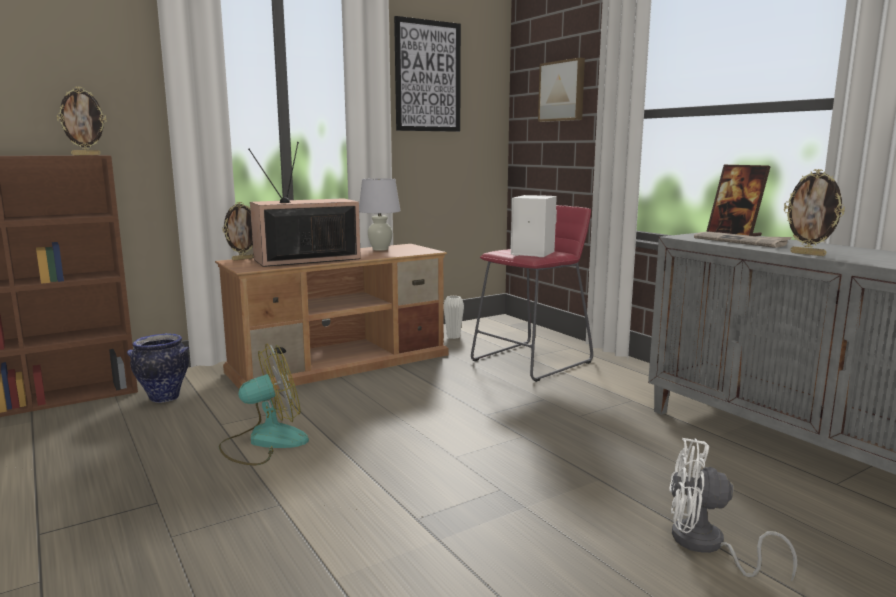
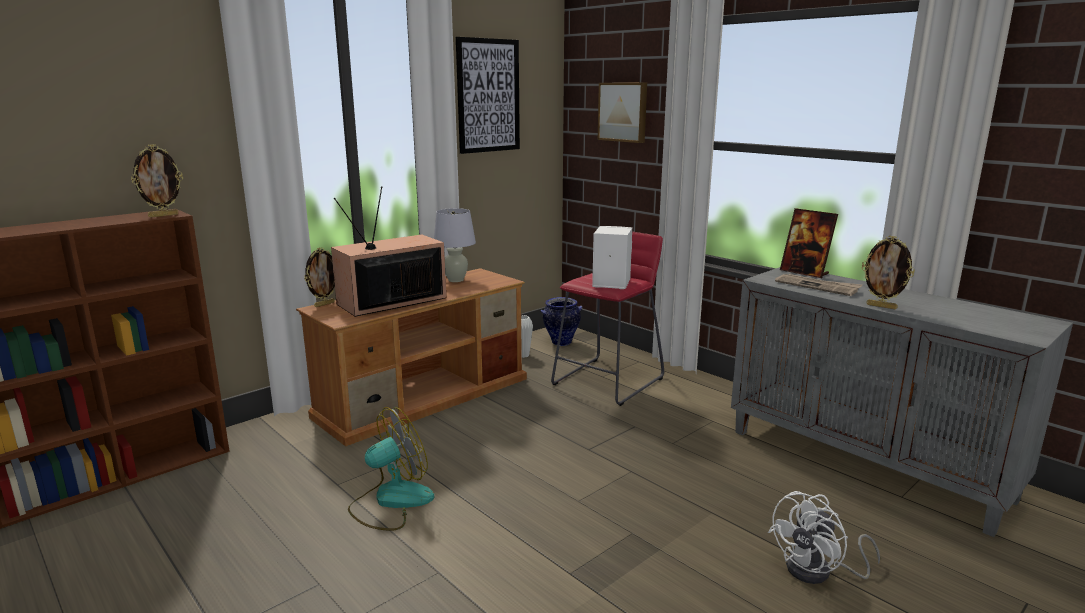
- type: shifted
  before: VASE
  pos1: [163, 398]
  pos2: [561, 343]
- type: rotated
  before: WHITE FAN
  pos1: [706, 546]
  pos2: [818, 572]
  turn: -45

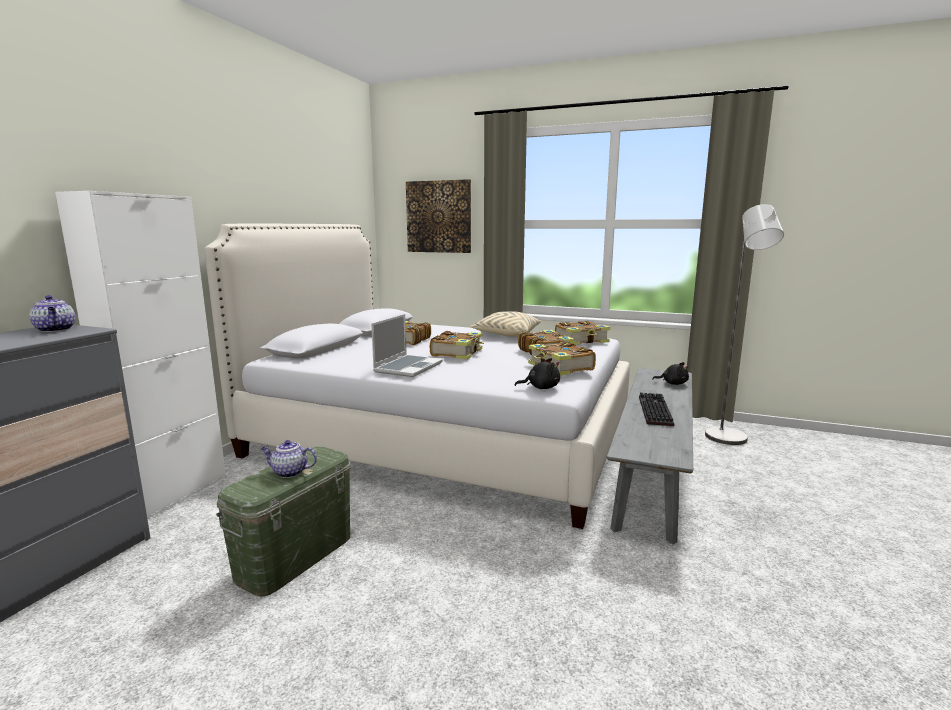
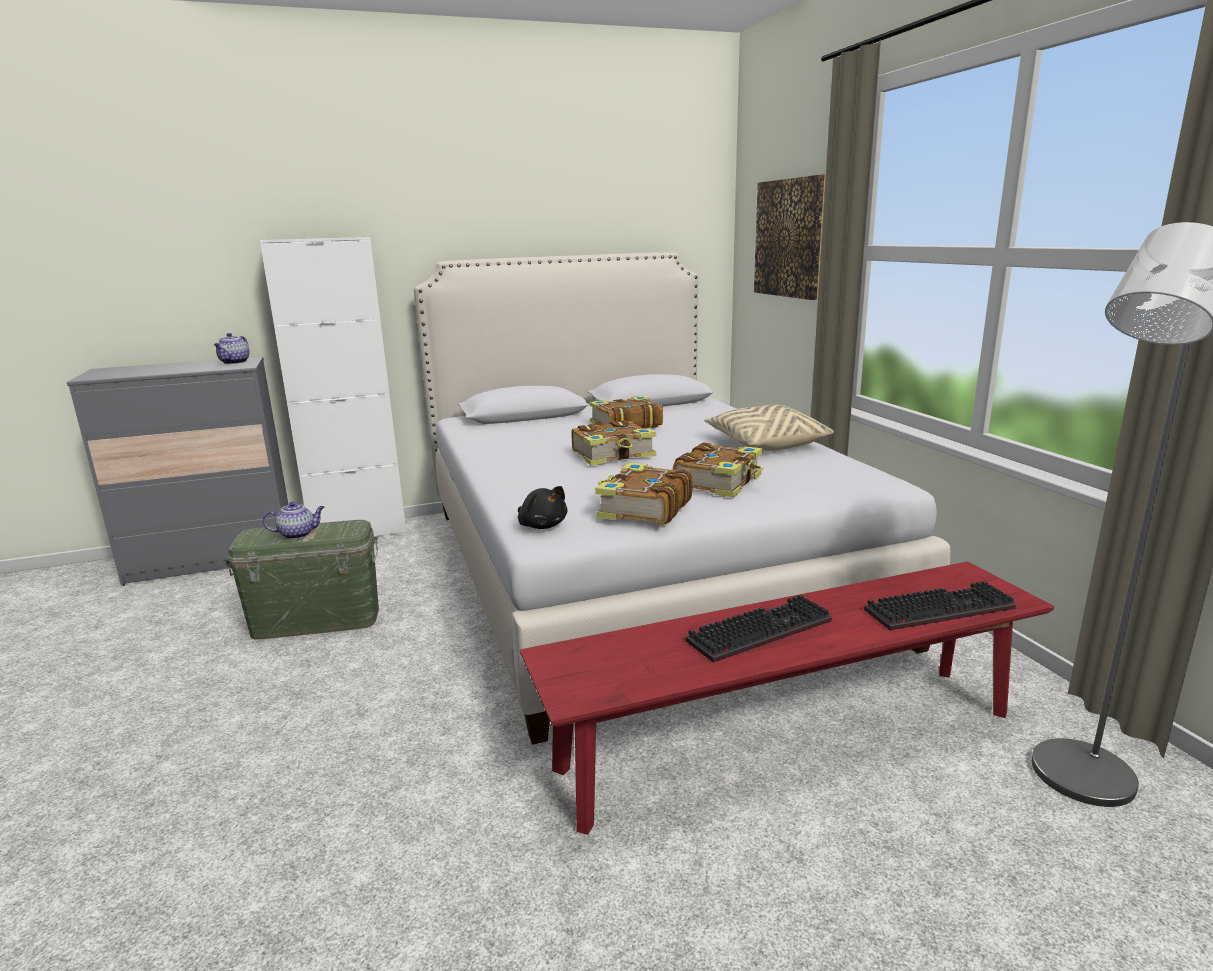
- type: gone
  before: LAPTOP
  pos1: [408, 367]
- type: gone
  before: BOOK
  pos1: [582, 341]
- type: swapped
  before: BLACK PLUSH TOY
  after: KEYBOARD
  pos1: [672, 383]
  pos2: [939, 608]
- type: repainted
  before: GREY BENCH
  after: RED BENCH
  pos1: [652, 470]
  pos2: [789, 740]
- type: rotated
  before: TEAPOT
  pos1: [289, 472]
  pos2: [298, 534]
  turn: 105

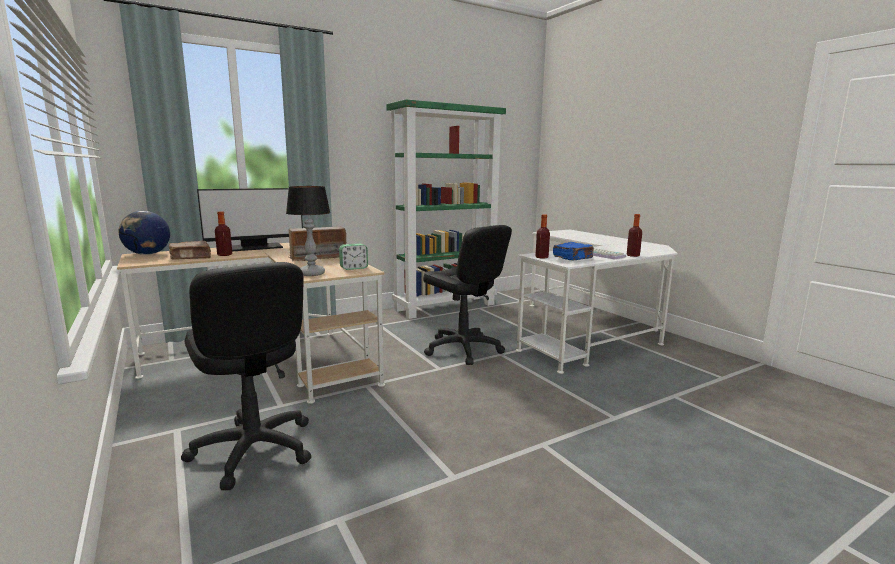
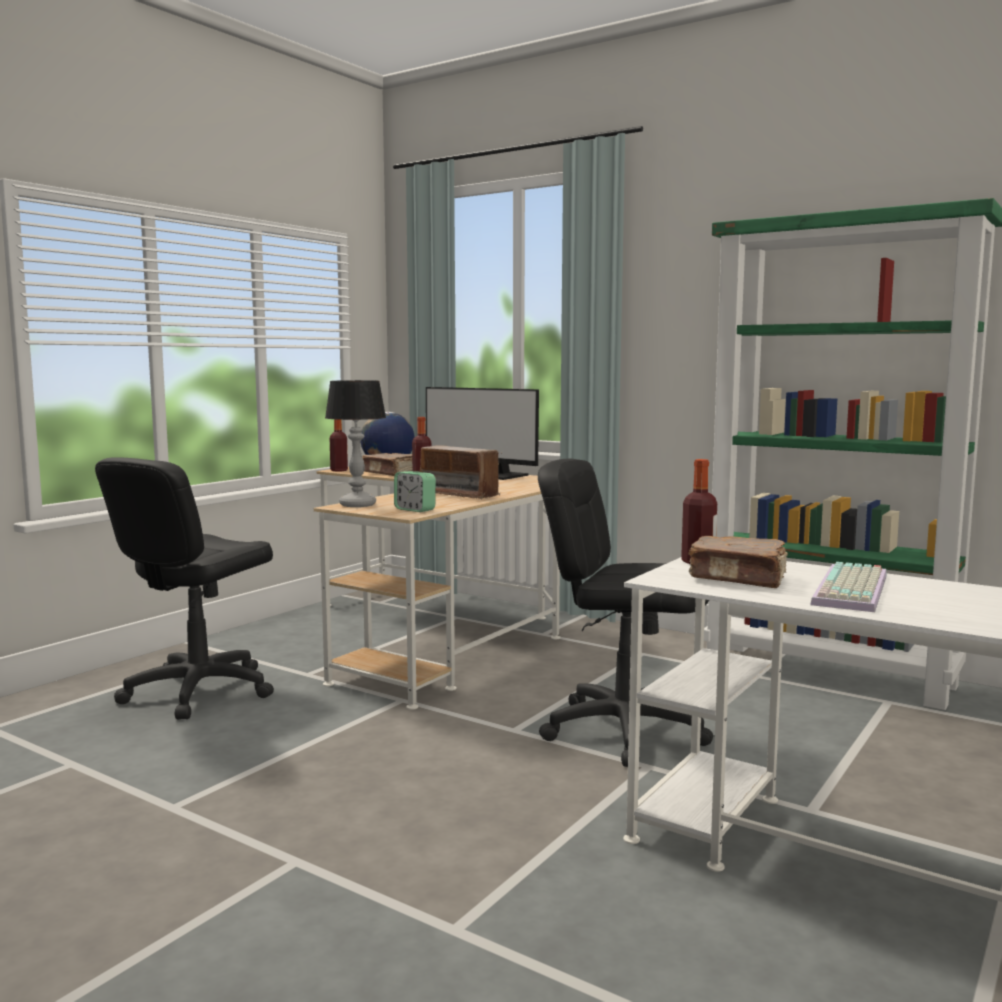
- type: shifted
  before: BOTTLE
  pos1: [633, 255]
  pos2: [339, 470]
- type: rotated
  before: BLACK OFFICE CHAIR
  pos1: [463, 349]
  pos2: [624, 731]
  turn: 90
- type: repainted
  before: BLUE BOOK
  after: BROWN BOOK
  pos1: [573, 258]
  pos2: [738, 579]

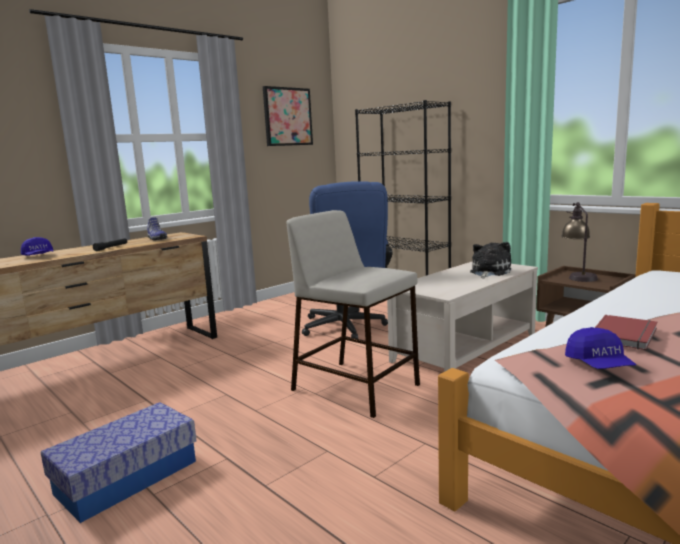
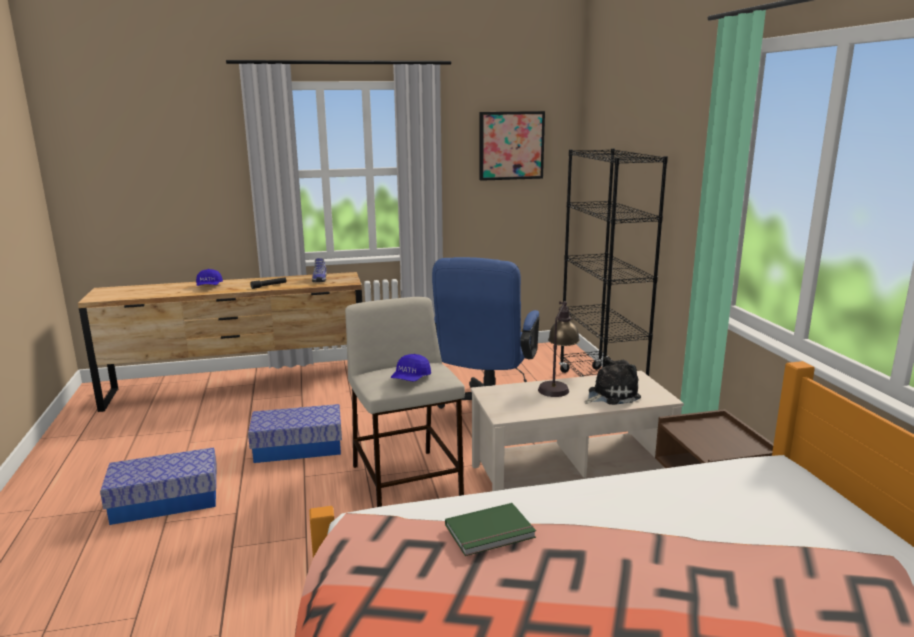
- type: shifted
  before: TABLE LAMP
  pos1: [578, 276]
  pos2: [557, 386]
- type: repainted
  before: RED BOOK
  after: GREEN BOOK
  pos1: [626, 335]
  pos2: [491, 533]
- type: shifted
  before: BLUE CAP
  pos1: [599, 365]
  pos2: [410, 379]
- type: new
  after: STORAGE BOX
  pos2: [298, 447]

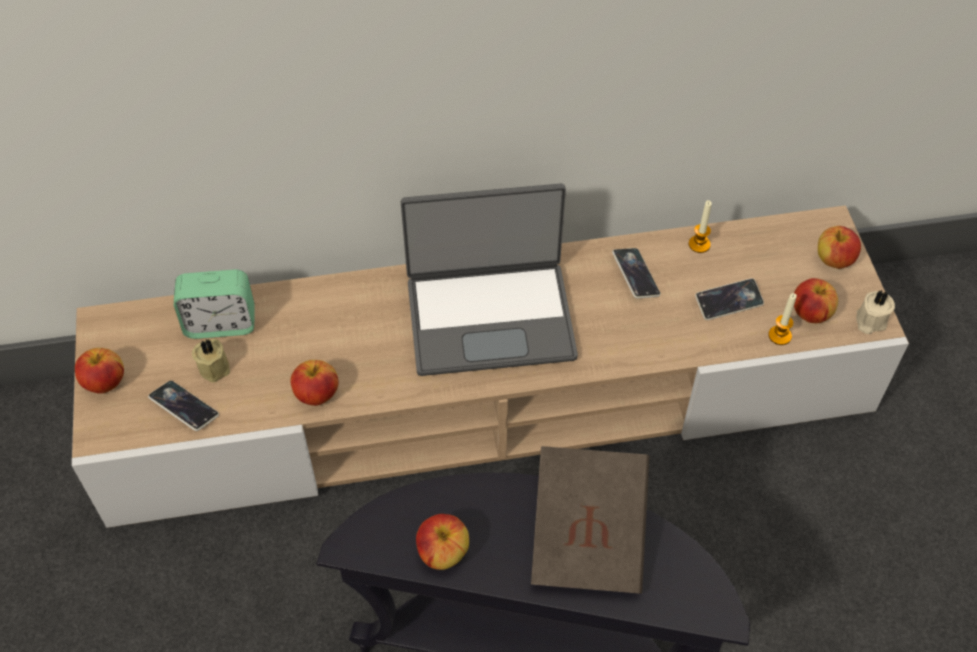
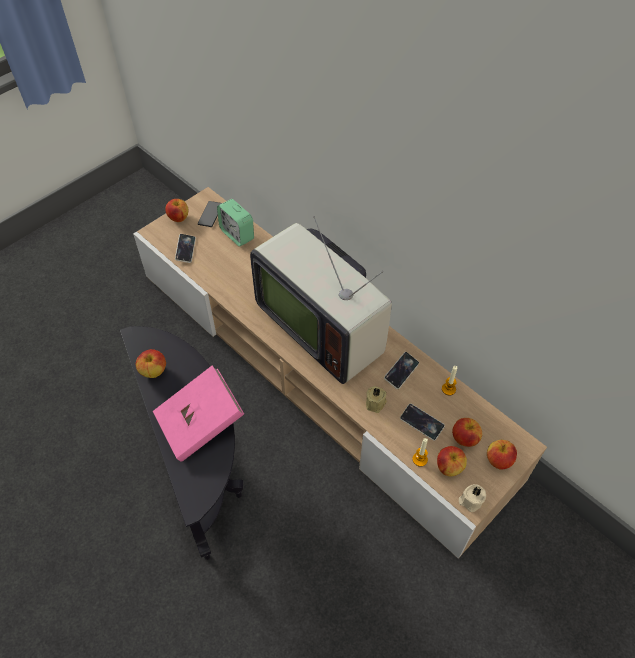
- type: swapped
  before: LAPTOP
  after: TELEVISION
  pos1: [490, 317]
  pos2: [322, 326]
- type: shifted
  before: BEIGE CANDLE
  pos1: [215, 366]
  pos2: [376, 403]
- type: shifted
  before: APPLE
  pos1: [317, 394]
  pos2: [464, 438]
- type: repainted
  before: BROWN BOOK
  after: PINK BOOK
  pos1: [588, 536]
  pos2: [201, 423]
- type: new
  after: PHONE
  pos2: [210, 214]

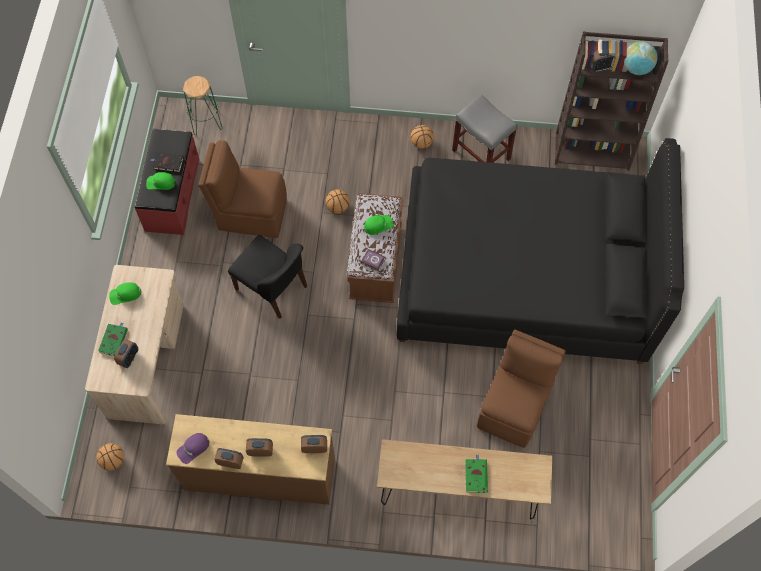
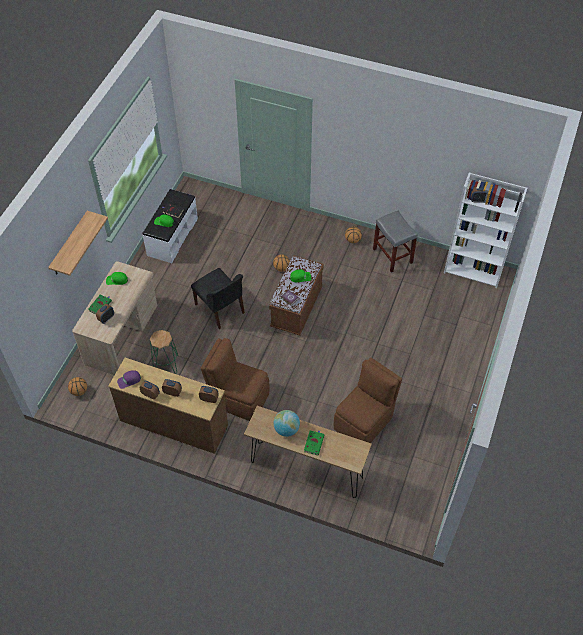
- type: repainted
  before: BROWN BOOKCASE
  after: WHITE BOOKCASE
  pos1: [593, 150]
  pos2: [474, 269]
- type: shifted
  before: GLOBE
  pos1: [636, 68]
  pos2: [286, 429]
- type: shifted
  before: GREEN STOOL
  pos1: [205, 121]
  pos2: [166, 365]
- type: repainted
  before: RED BENCH
  after: WHITE BENCH
  pos1: [171, 194]
  pos2: [172, 237]
- type: gone
  before: BLACK BED
  pos1: [523, 275]
- type: shifted
  before: BROWN CHAIR
  pos1: [250, 213]
  pos2: [238, 398]
- type: new
  after: SHELF
  pos2: [70, 244]

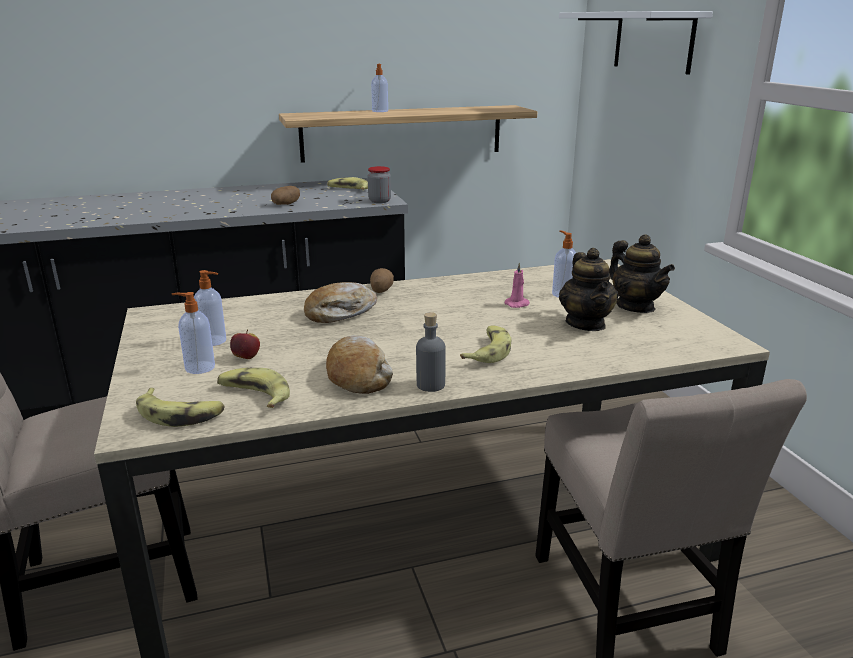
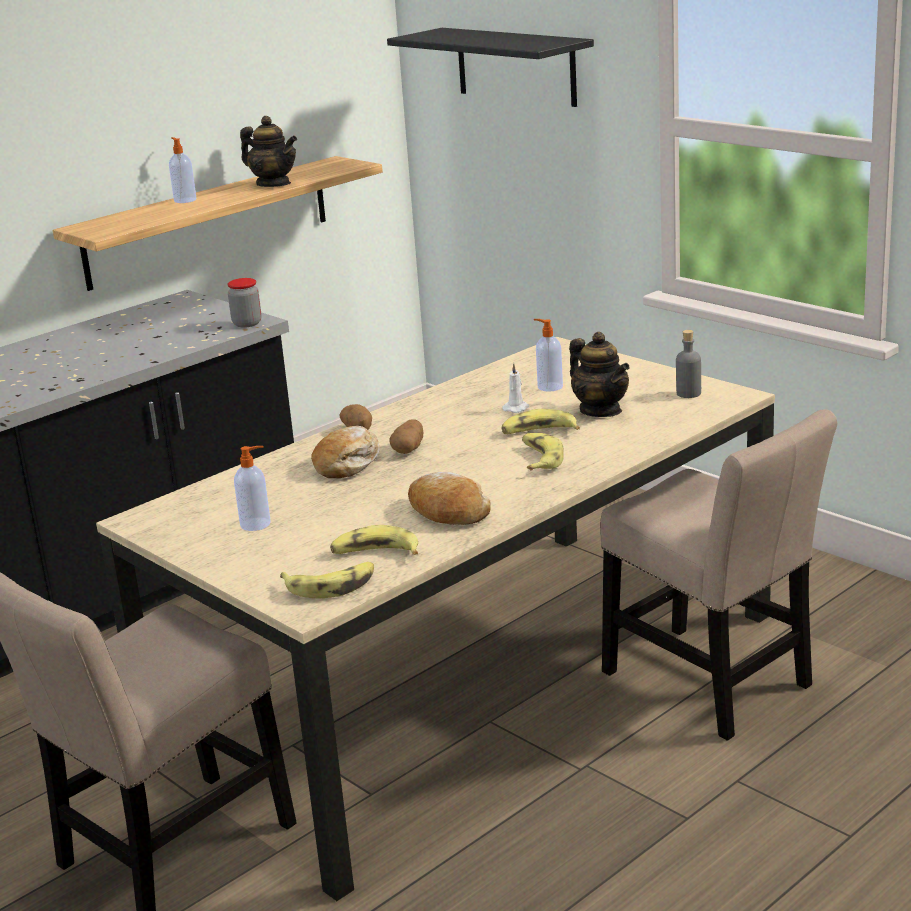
- type: repainted
  before: WHITE SHELF
  after: BLACK SHELF
  pos1: [653, 41]
  pos2: [516, 66]
- type: shifted
  before: BANANA
  pos1: [348, 190]
  pos2: [539, 432]
- type: shifted
  before: POTATO
  pos1: [286, 204]
  pos2: [409, 449]
- type: shifted
  before: TEAPOT
  pos1: [635, 307]
  pos2: [273, 184]
- type: repainted
  before: PINK CANDLE
  after: WHITE CANDLE
  pos1: [518, 304]
  pos2: [517, 408]
- type: gone
  before: SOAP DISPENSER
  pos1: [198, 367]
- type: shifted
  before: GREY BOTTLE
  pos1: [430, 385]
  pos2: [688, 393]
- type: gone
  before: APPLE
  pos1: [246, 357]

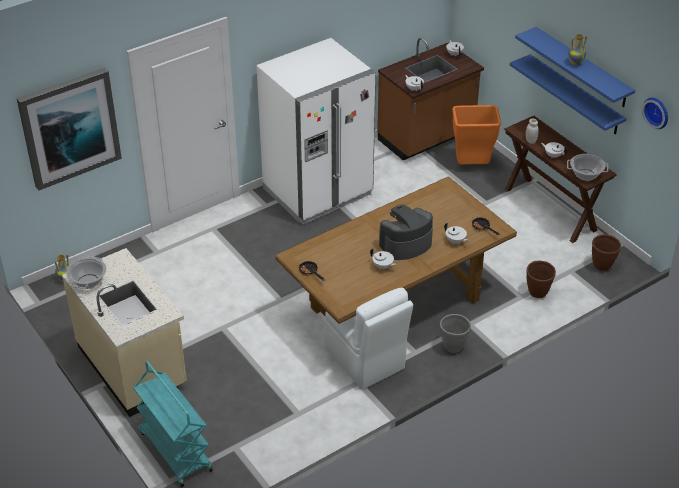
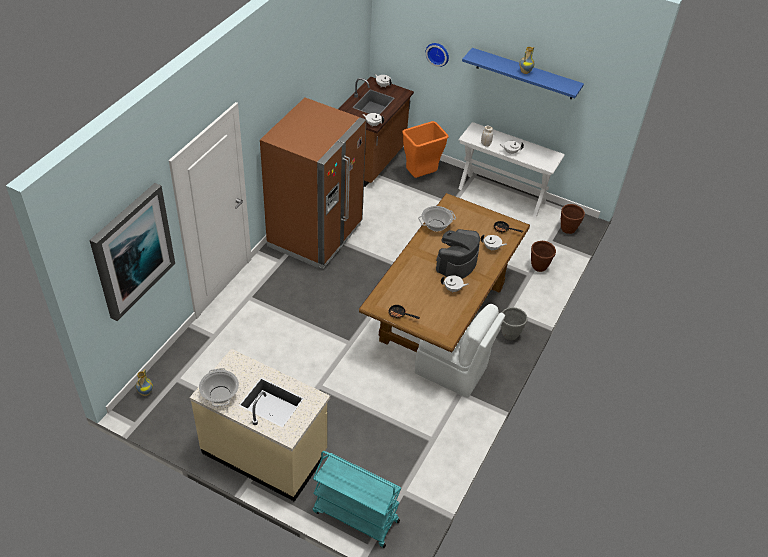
- type: repainted
  before: WHITE FRIDGE
  after: BROWN FRIDGE
  pos1: [318, 192]
  pos2: [315, 235]
- type: gone
  before: BLUE SHELF
  pos1: [575, 95]
- type: shifted
  before: WALL CLOCK
  pos1: [657, 112]
  pos2: [438, 53]
- type: repainted
  before: BROWN CONSOLE TABLE
  after: WHITE CONSOLE TABLE
  pos1: [550, 209]
  pos2: [502, 195]
- type: shifted
  before: COOKING POT
  pos1: [586, 175]
  pos2: [436, 225]

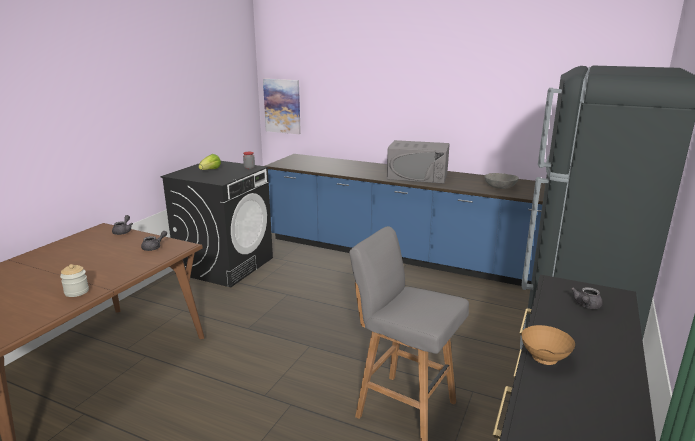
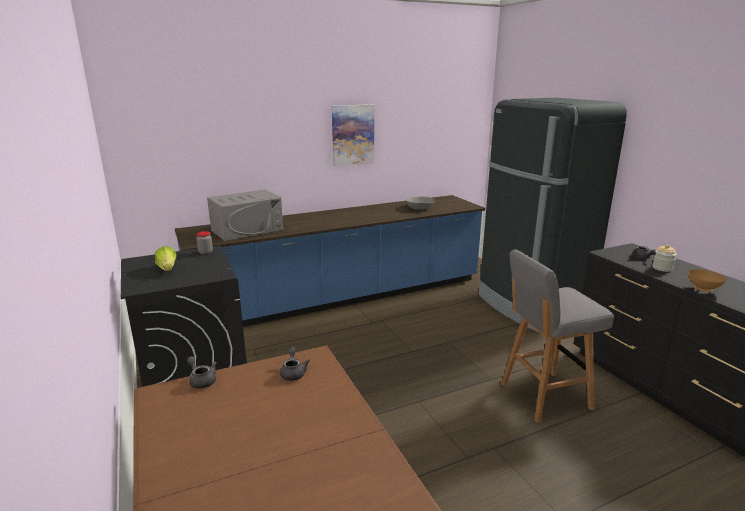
- type: shifted
  before: PICTURE
  pos1: [282, 106]
  pos2: [352, 135]
- type: shifted
  before: GREY MICROWAVE
  pos1: [417, 176]
  pos2: [247, 230]
- type: shifted
  before: JAR
  pos1: [76, 292]
  pos2: [662, 268]

